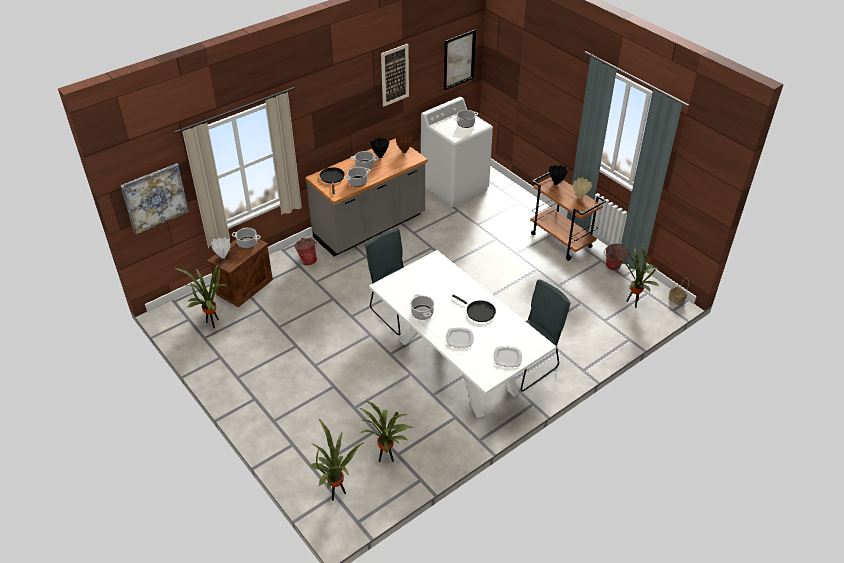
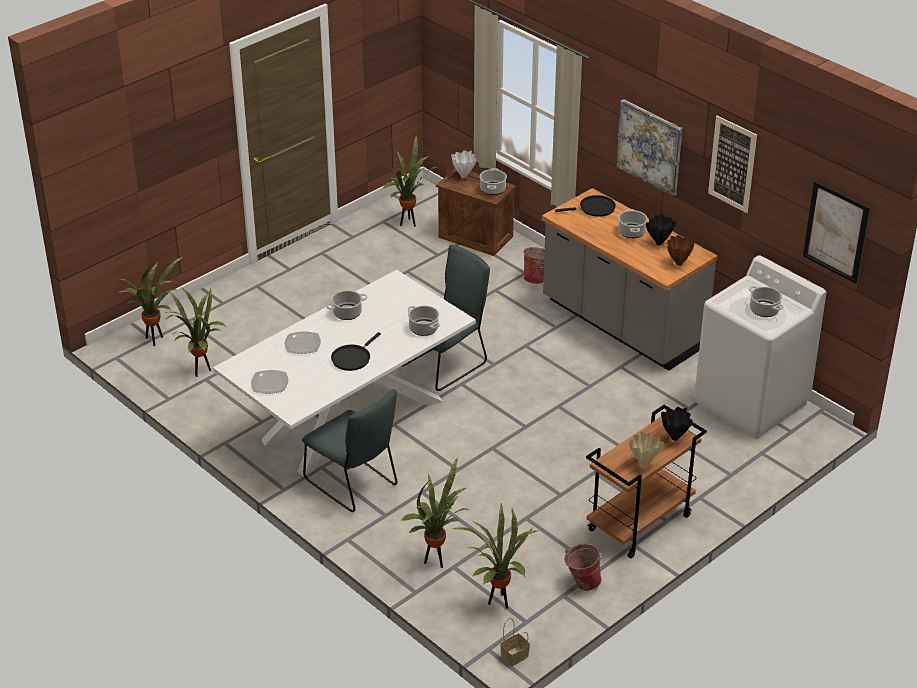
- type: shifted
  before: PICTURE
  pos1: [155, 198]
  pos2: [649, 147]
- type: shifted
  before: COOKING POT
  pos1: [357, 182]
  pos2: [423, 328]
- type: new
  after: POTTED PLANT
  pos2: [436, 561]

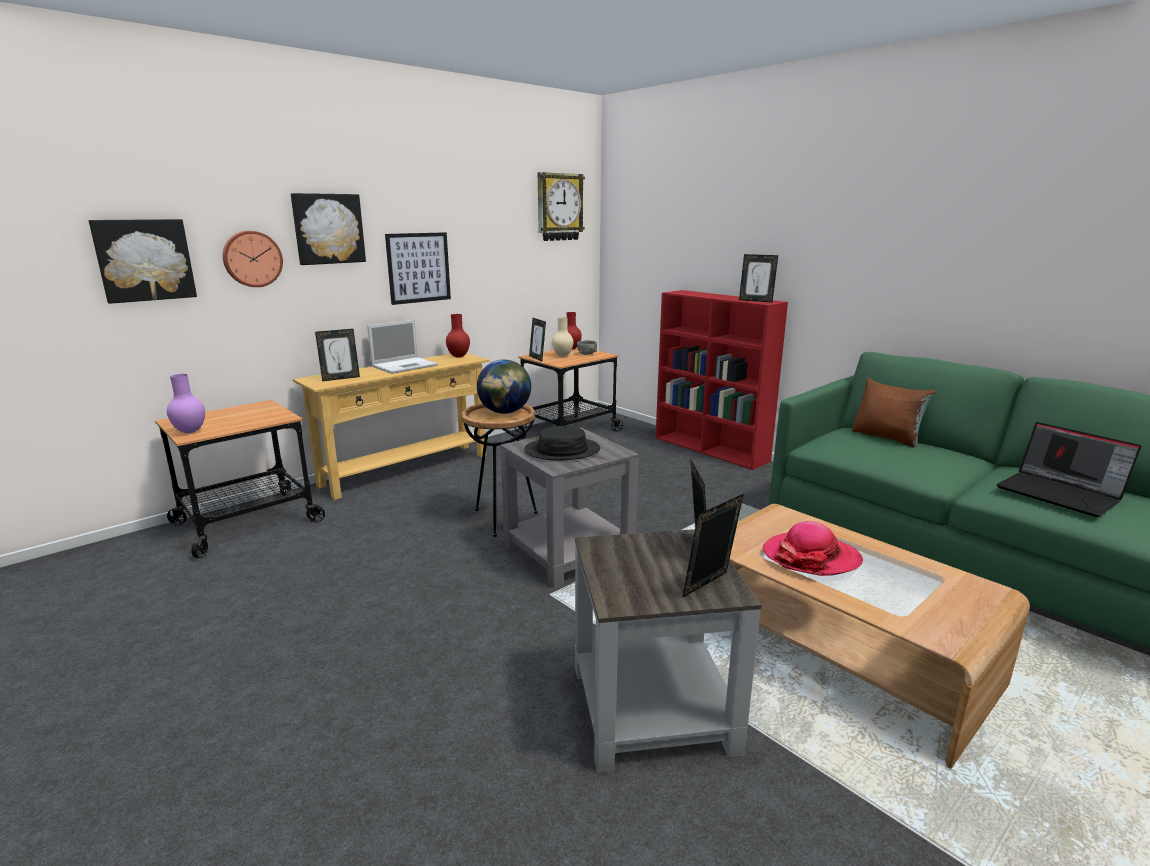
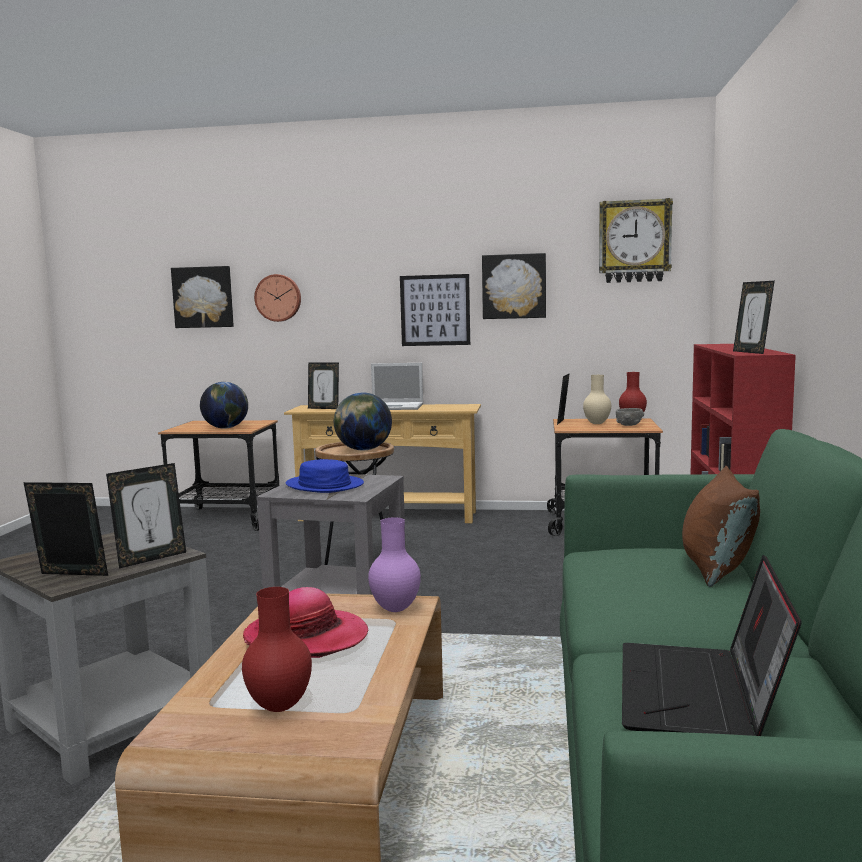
- type: shifted
  before: PICTURE
  pos1: [328, 229]
  pos2: [514, 286]
- type: shifted
  before: RED VASE
  pos1: [458, 356]
  pos2: [278, 706]
- type: shifted
  before: PURPLE VASE
  pos1: [191, 431]
  pos2: [396, 609]
- type: repainted
  before: BLACK HAT
  after: BLUE HAT
  pos1: [562, 451]
  pos2: [324, 485]
- type: new
  after: GLOBE
  pos2: [226, 428]

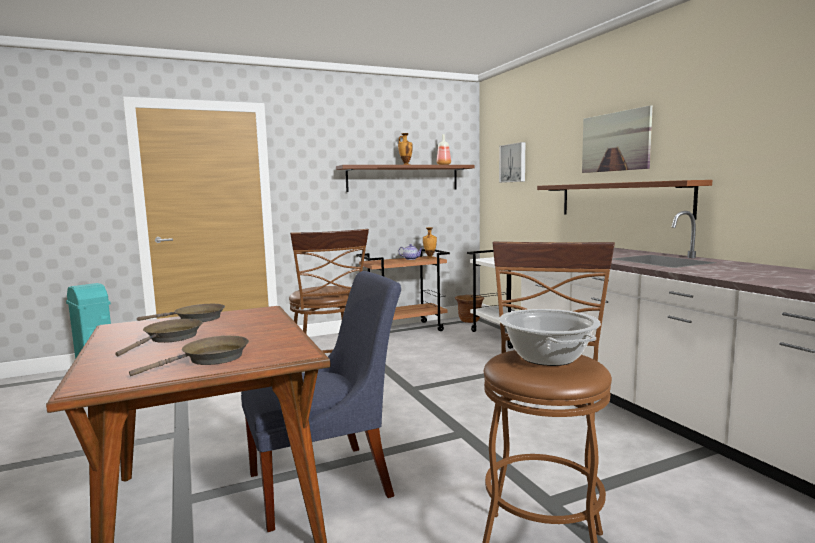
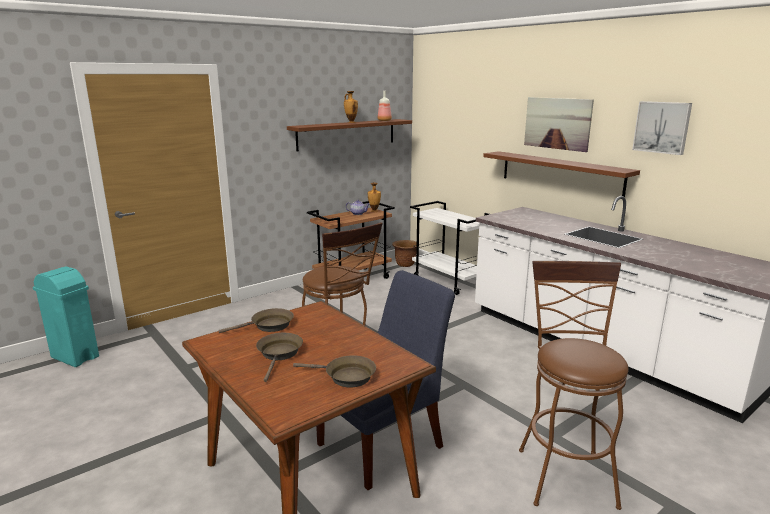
- type: shifted
  before: PICTURE
  pos1: [513, 163]
  pos2: [662, 127]
- type: gone
  before: COOKING POT
  pos1: [547, 357]
- type: rotated
  before: BROWN FRYING PAN
  pos1: [210, 359]
  pos2: [346, 376]
  turn: 75

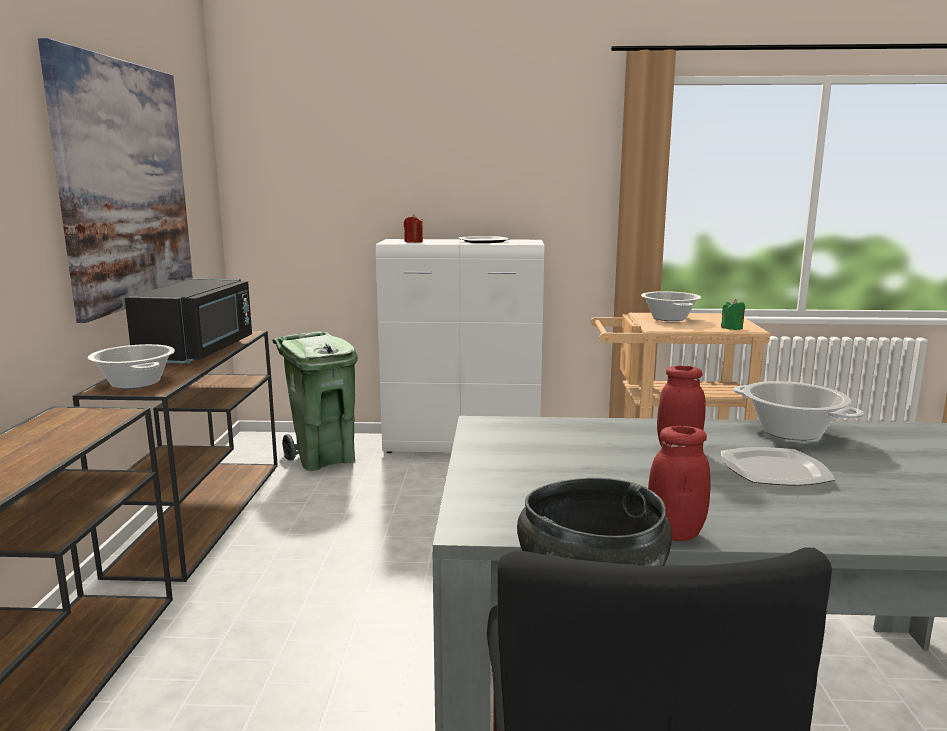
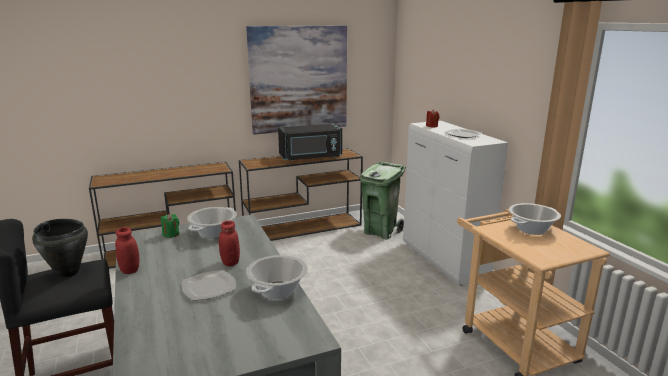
- type: shifted
  before: GREEN CANDLE
  pos1: [732, 328]
  pos2: [171, 234]
- type: shifted
  before: COOKING POT
  pos1: [136, 383]
  pos2: [214, 233]

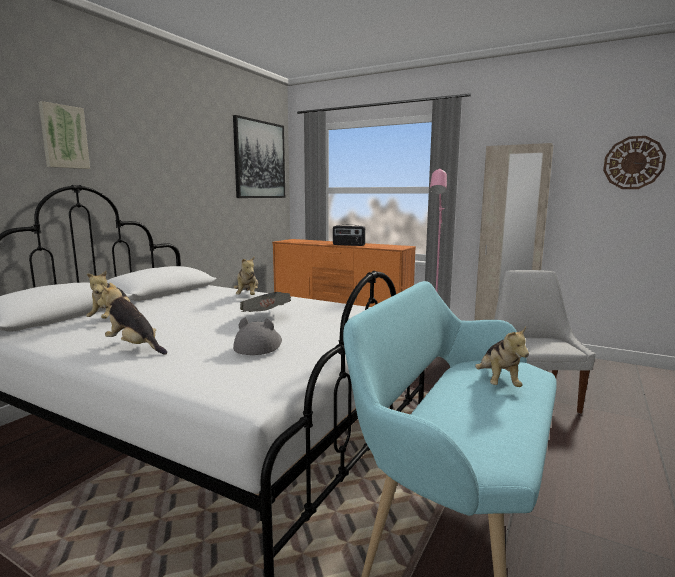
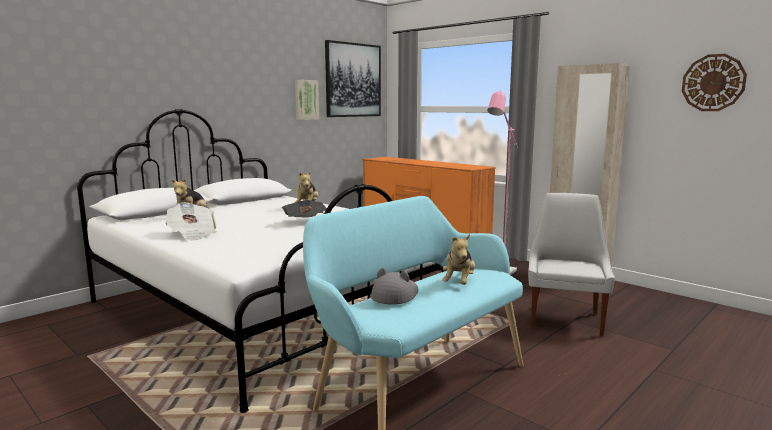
- type: shifted
  before: PICTURE
  pos1: [63, 137]
  pos2: [306, 100]
- type: gone
  before: RADIO
  pos1: [348, 245]
- type: swapped
  before: PLUSH TOY
  after: NEWSPAPER
  pos1: [134, 347]
  pos2: [192, 234]
- type: shifted
  before: GREY HAT
  pos1: [259, 346]
  pos2: [395, 295]

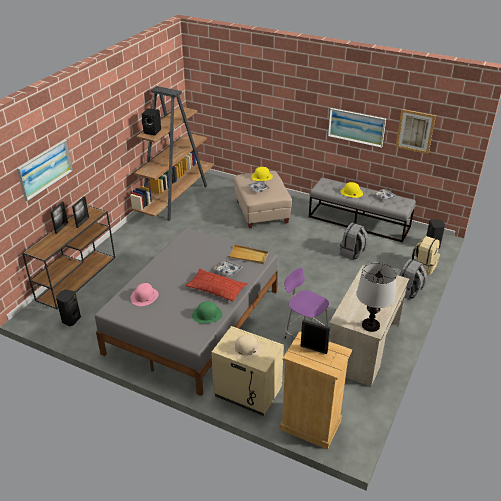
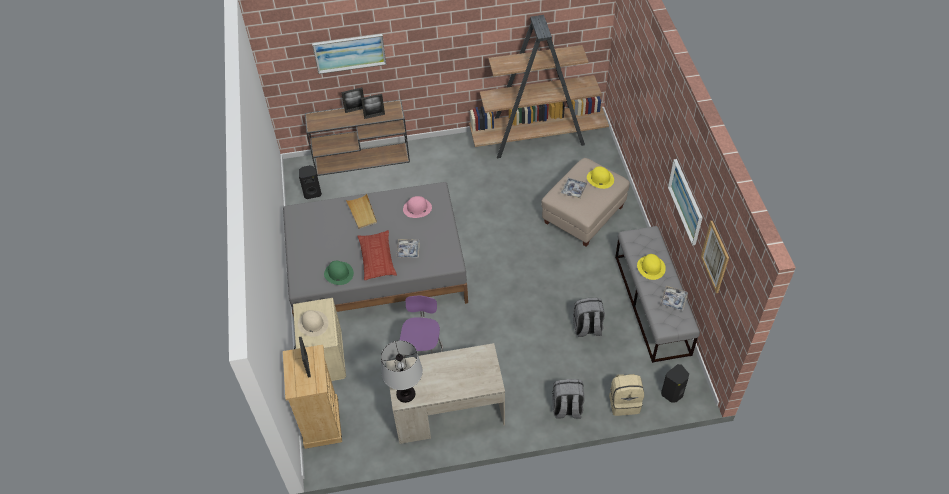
- type: gone
  before: BLACK SPEAKER
  pos1: [153, 131]
- type: shifted
  before: BEIGE TRAY
  pos1: [248, 256]
  pos2: [362, 212]
- type: shifted
  before: PINK HAT
  pos1: [144, 296]
  pos2: [417, 208]

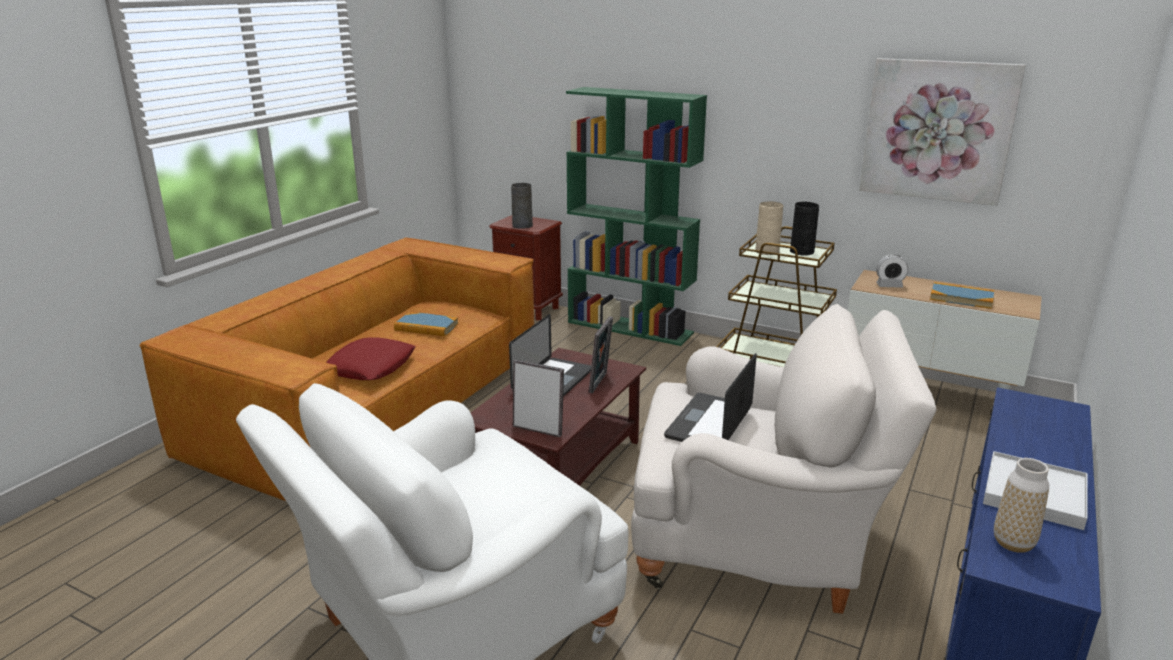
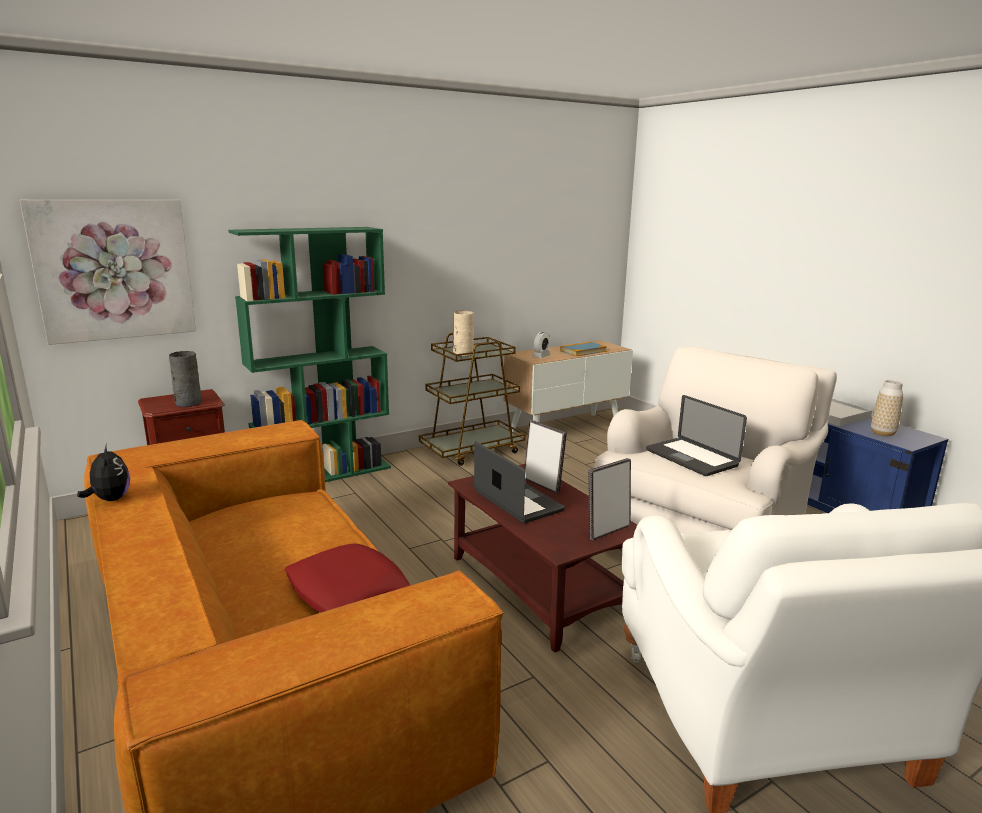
- type: shifted
  before: PICTURE
  pos1: [937, 131]
  pos2: [114, 270]
- type: gone
  before: BLACK VASE
  pos1: [801, 252]
- type: gone
  before: BOOK
  pos1: [426, 327]
- type: new
  after: PLUSH TOY
  pos2: [110, 499]

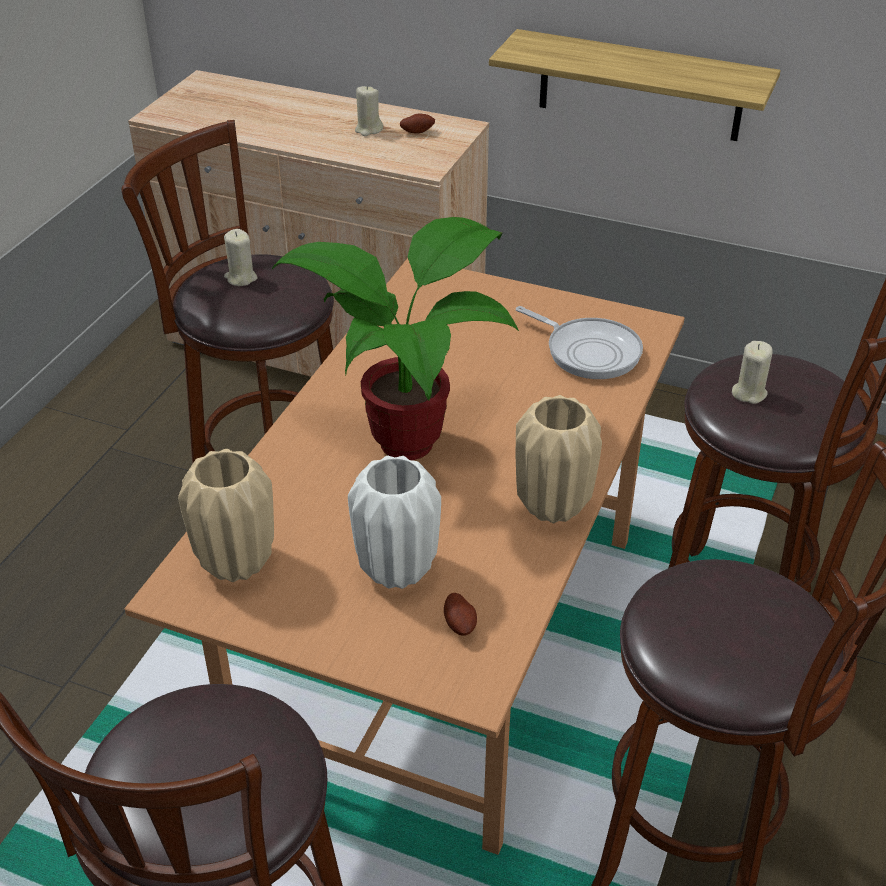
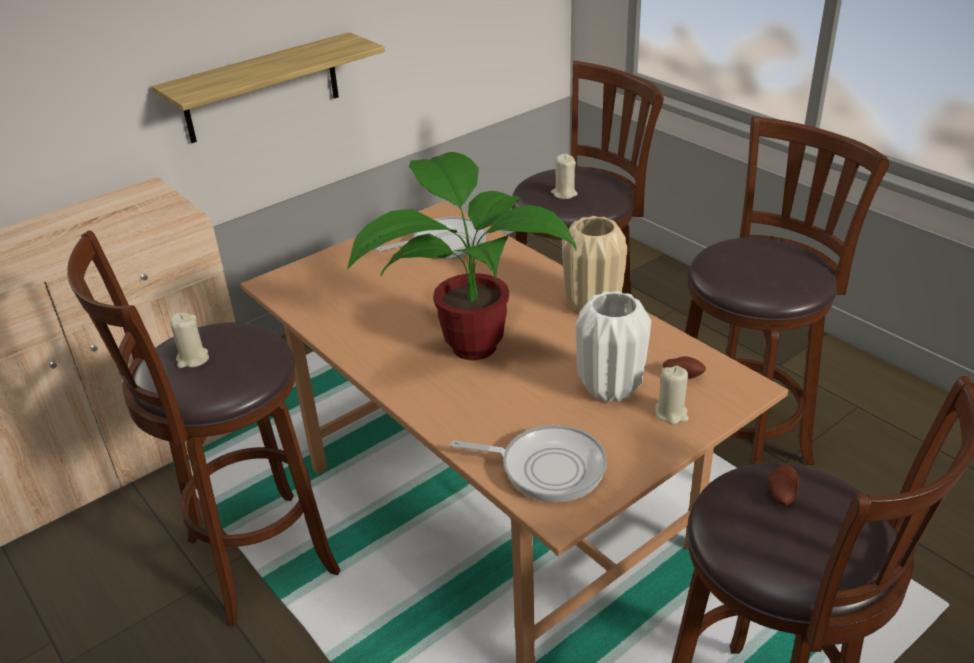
- type: shifted
  before: BEIGE CANDLE
  pos1: [368, 130]
  pos2: [671, 413]
- type: shifted
  before: POTATO
  pos1: [417, 131]
  pos2: [781, 495]
- type: swapped
  before: BEIGE VASE
  after: FRYING PAN
  pos1: [237, 562]
  pos2: [546, 468]

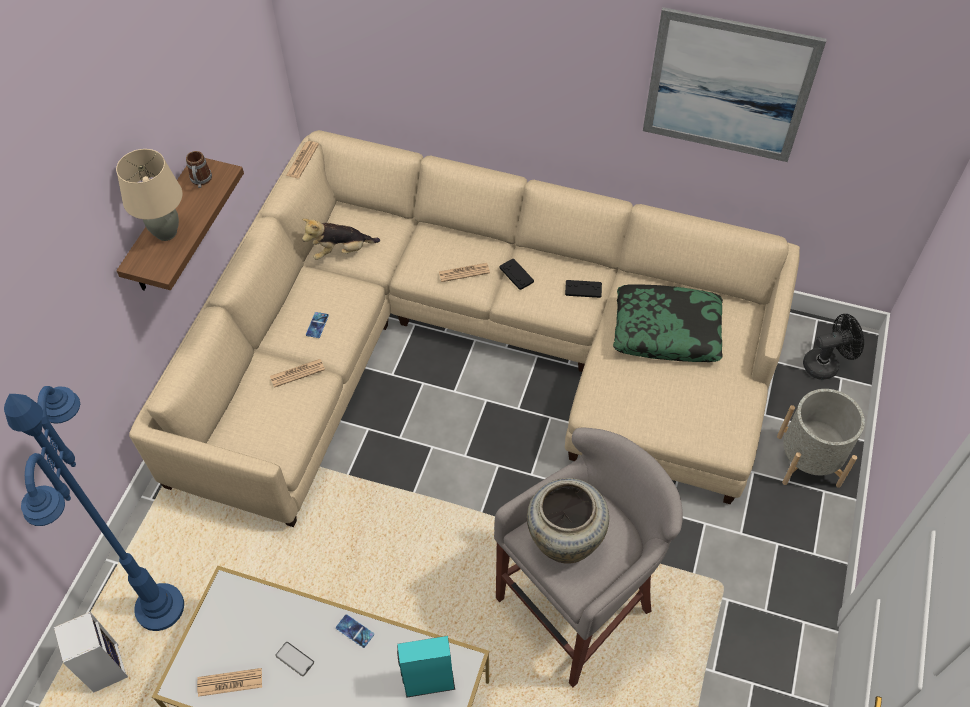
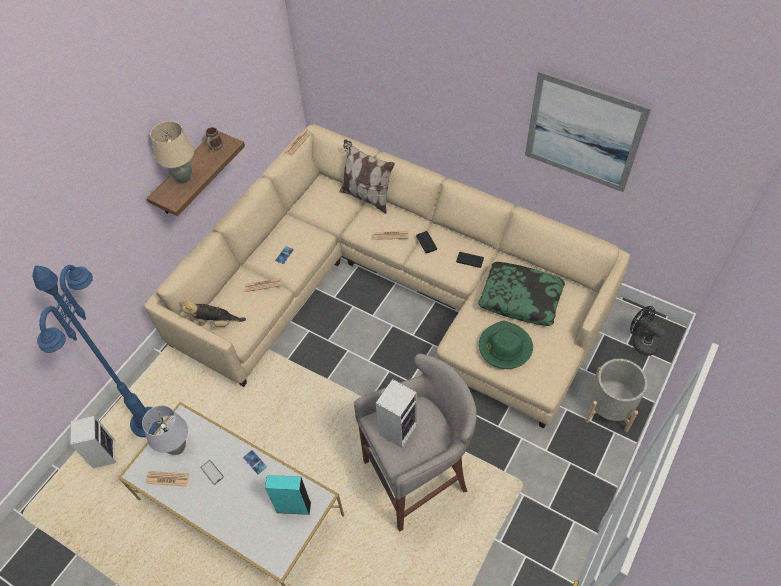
- type: shifted
  before: PLUSH TOY
  pos1: [341, 251]
  pos2: [215, 323]
- type: rotated
  before: BLACK FAN
  pos1: [826, 364]
  pos2: [641, 342]
  turn: -135
- type: swapped
  before: BEIGE VASE
  after: SPEAKER
  pos1: [564, 539]
  pos2: [398, 428]
- type: new
  after: PILLOW
  pos2: [366, 196]
- type: new
  after: GREEN HAT
  pos2: [504, 347]
- type: new
  after: GREY TABLE LAMP
  pos2: [177, 448]

